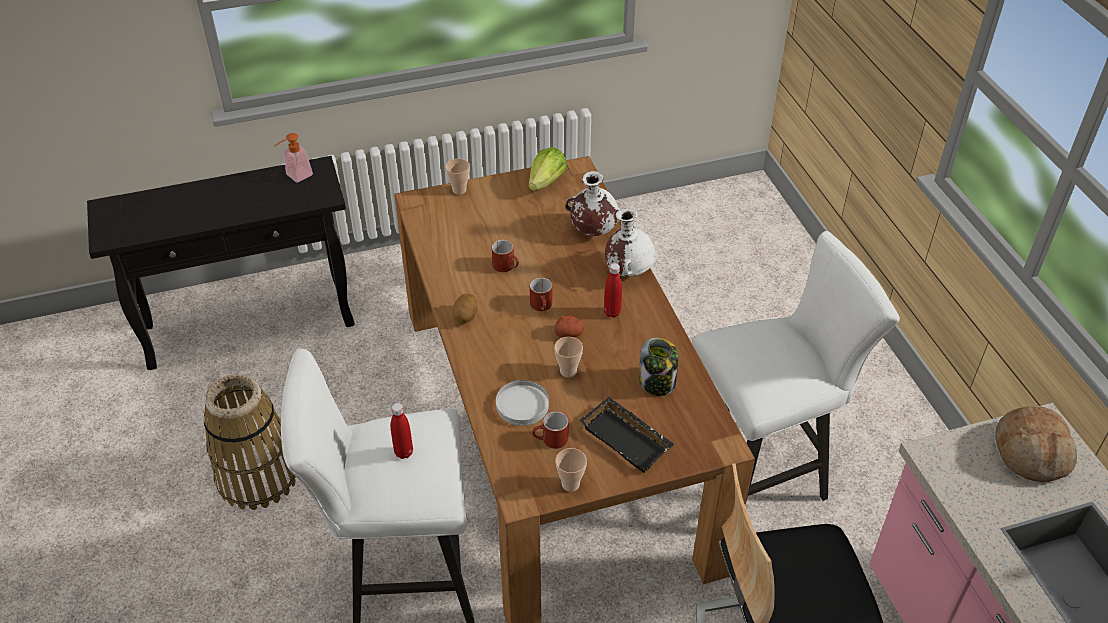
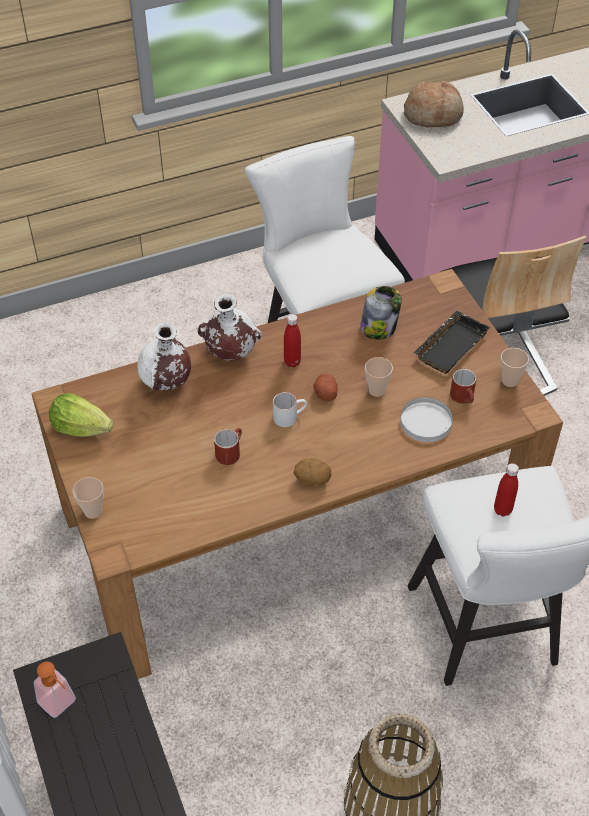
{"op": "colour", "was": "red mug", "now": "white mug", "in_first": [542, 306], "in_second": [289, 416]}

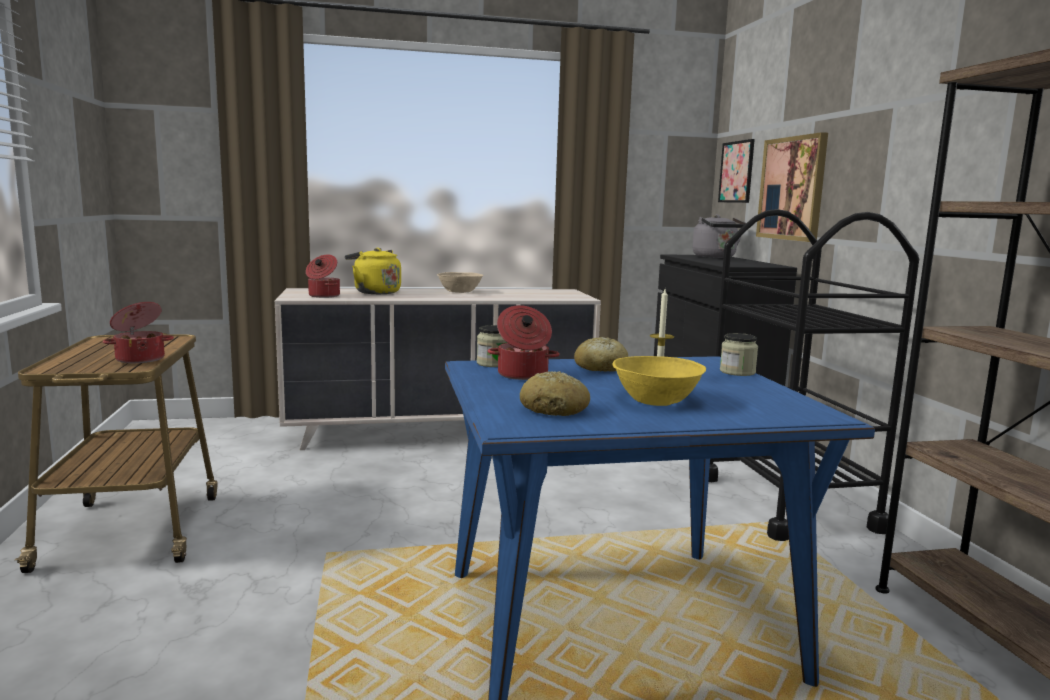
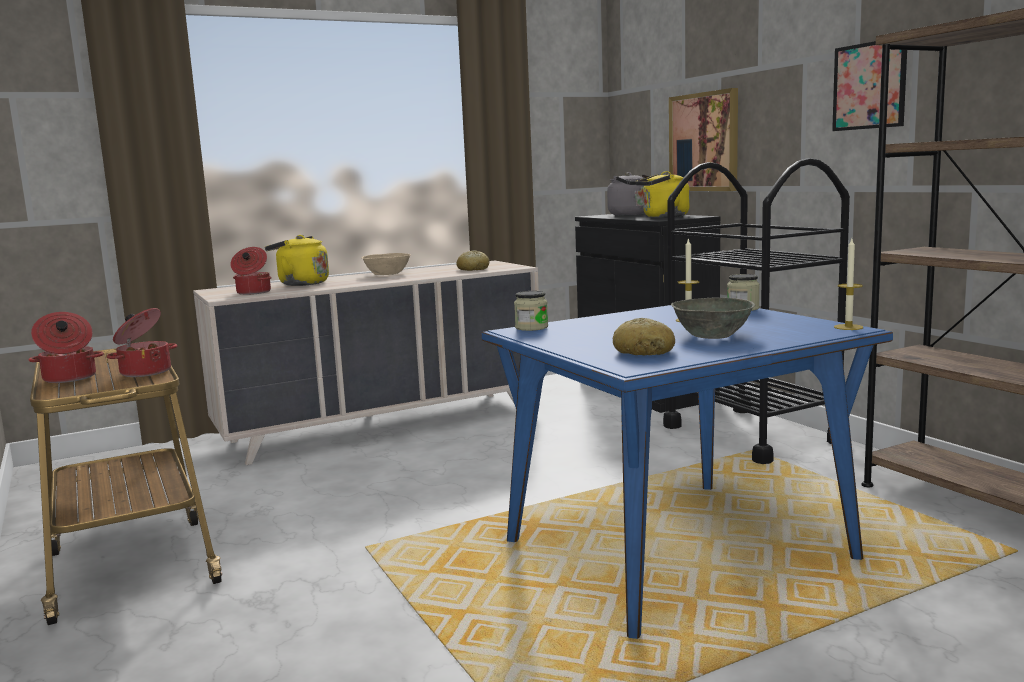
{"op": "relocated", "was": "picture", "in_first": [736, 172], "in_second": [869, 86]}
{"op": "relocated", "was": "cooking pot", "in_first": [522, 375], "in_second": [69, 378]}
{"op": "relocated", "was": "bread", "in_first": [600, 367], "in_second": [473, 269]}
{"op": "colour", "was": "yellow bowl", "now": "grey bowl", "in_first": [654, 400], "in_second": [711, 335]}
{"op": "appeared", "now": "yellow kettle", "in_second": [663, 217]}
{"op": "appeared", "now": "candle", "in_second": [848, 327]}

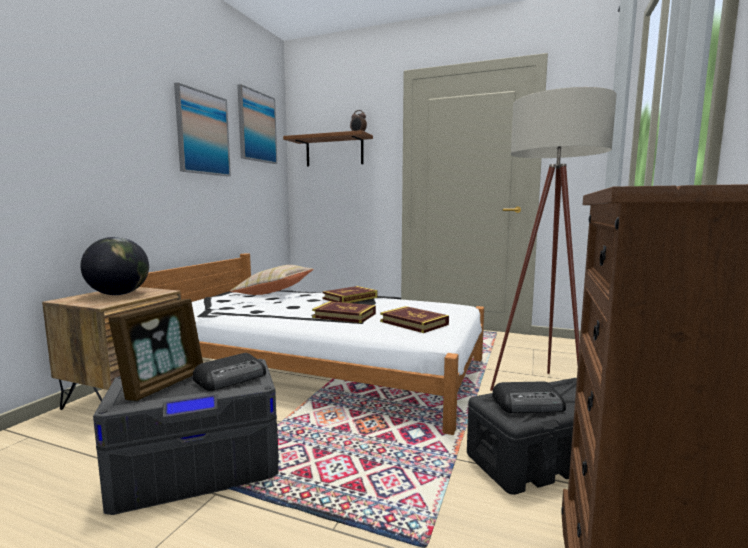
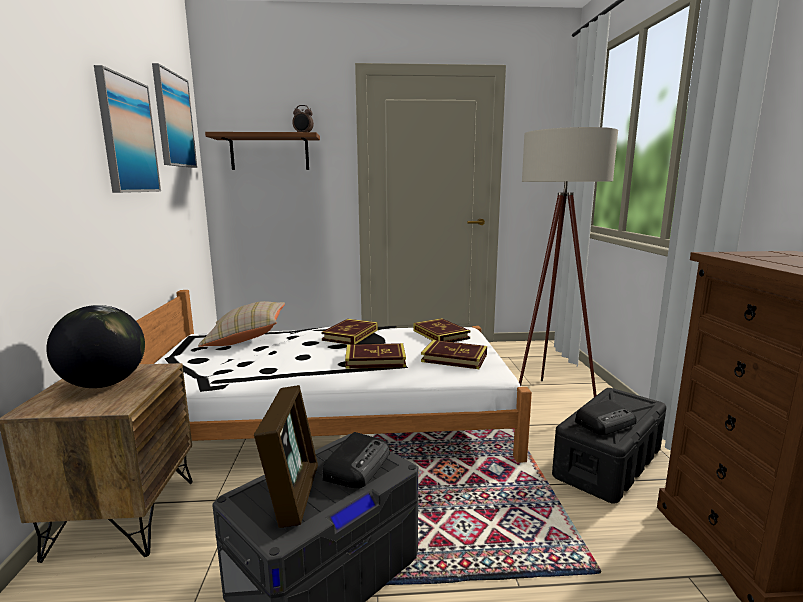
{"op": "appeared", "now": "book", "in_second": [441, 334]}

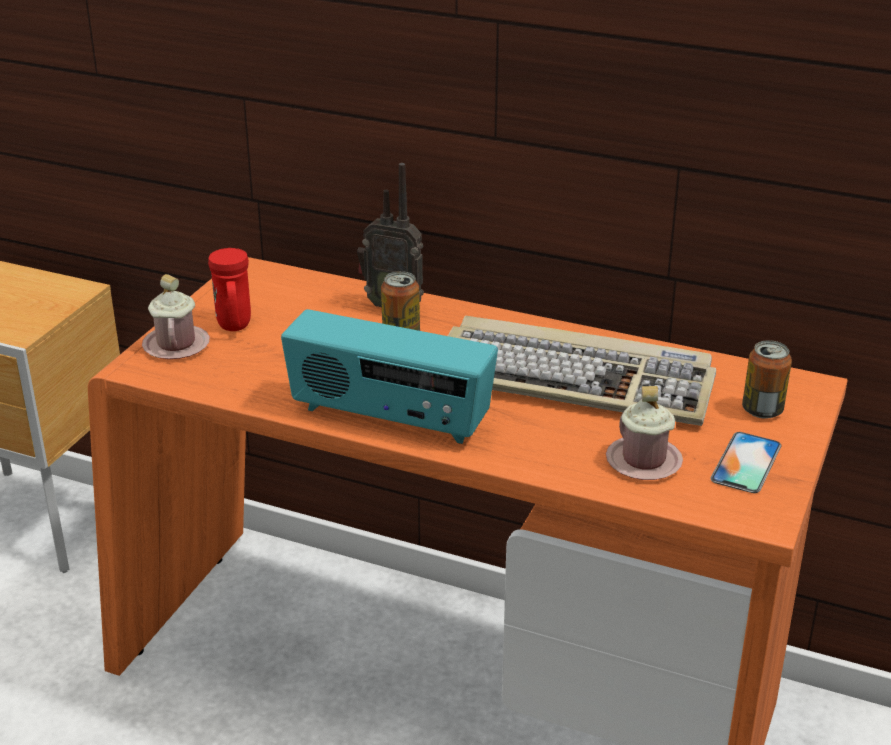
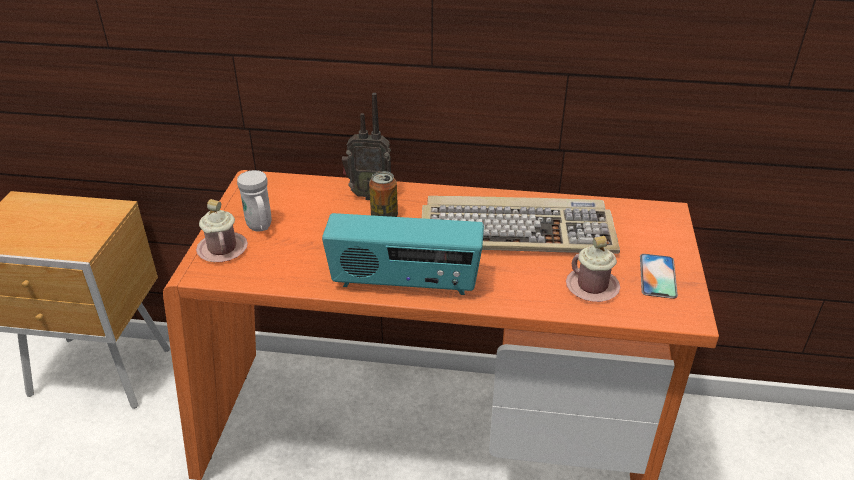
{"op": "colour", "was": "red mug", "now": "white mug", "in_first": [234, 327], "in_second": [260, 228]}
{"op": "missing", "was": "can", "in_first": [762, 410]}

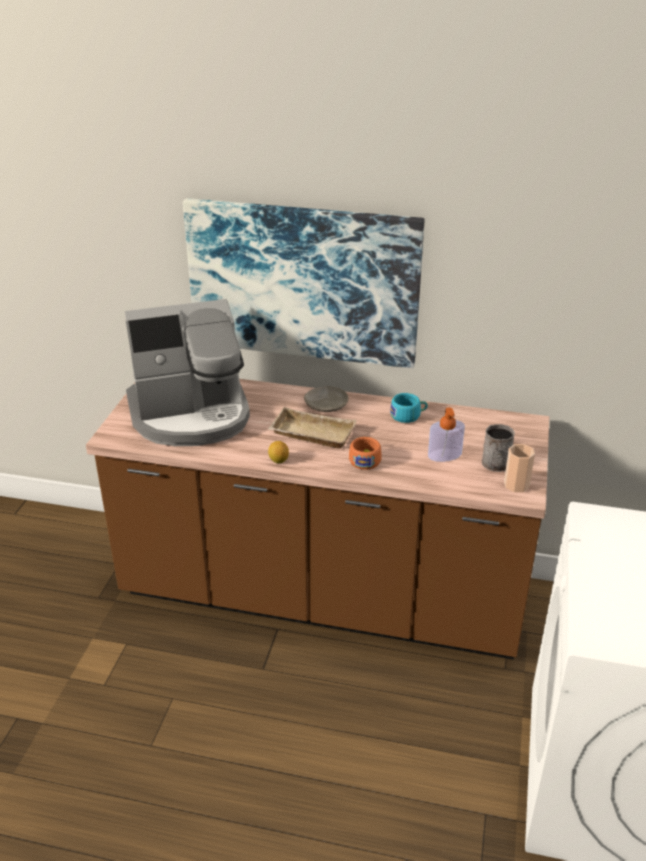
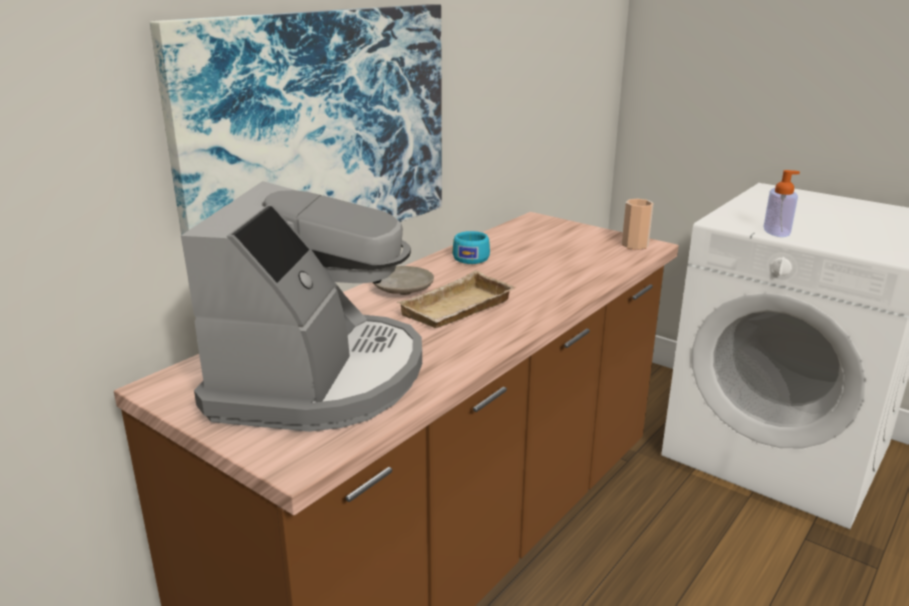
{"op": "relocated", "was": "soap dispenser", "in_first": [444, 455], "in_second": [776, 231]}
{"op": "missing", "was": "grey mug", "in_first": [494, 465]}
{"op": "missing", "was": "orange cup", "in_first": [365, 459]}
{"op": "missing", "was": "lemon", "in_first": [278, 460]}

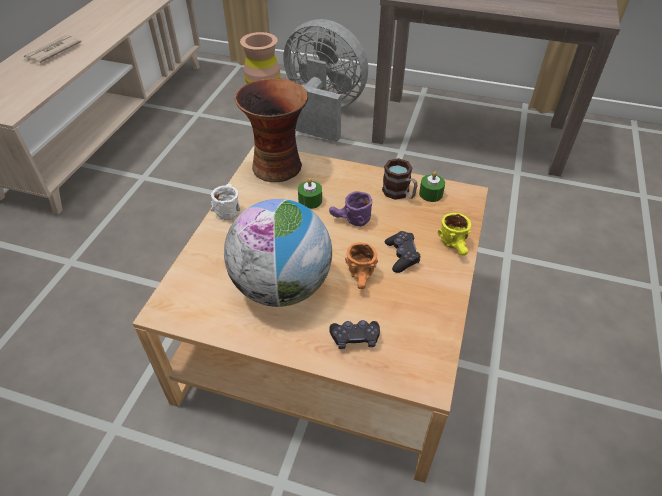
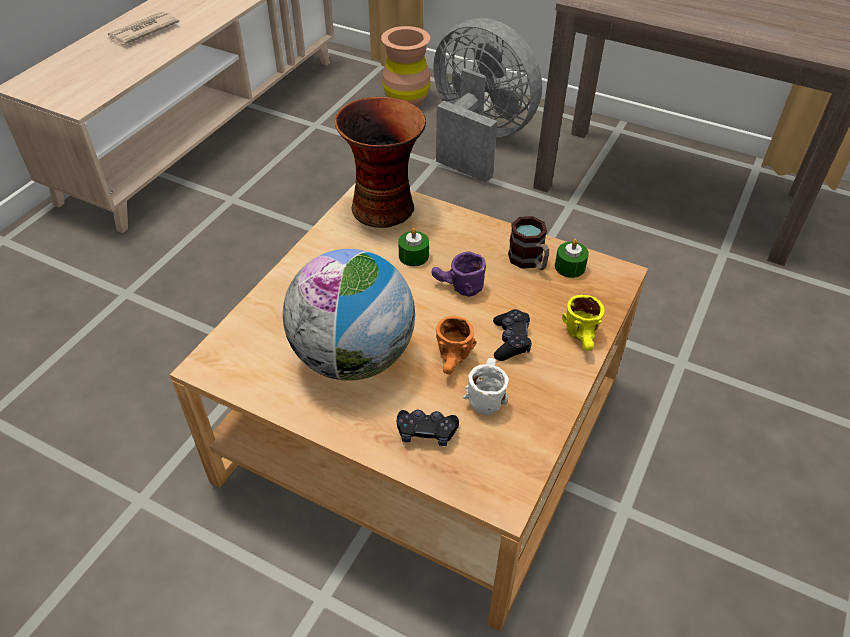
{"op": "relocated", "was": "white mug", "in_first": [227, 208], "in_second": [484, 394]}

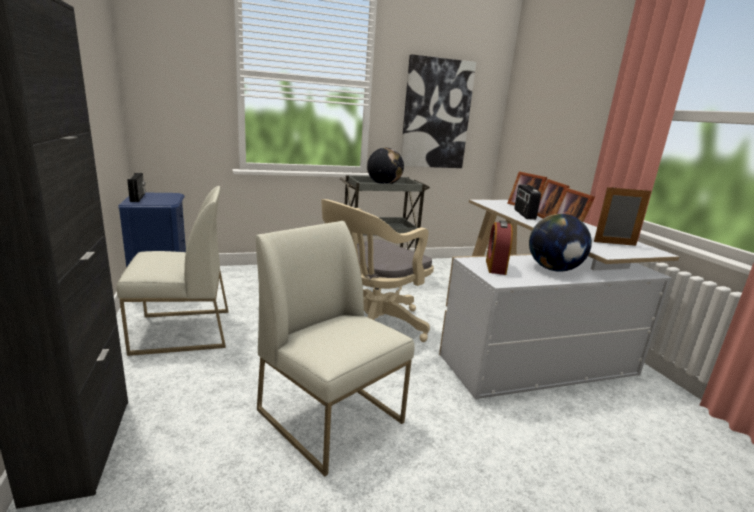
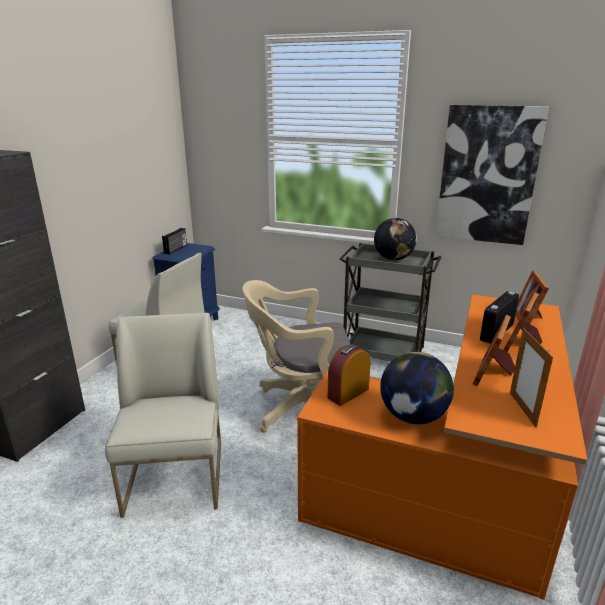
{"op": "spun", "was": "picture frame", "in_first": [614, 243], "in_second": [522, 409], "clockwise": -135}
{"op": "colour", "was": "white desk", "now": "orange desk", "in_first": [525, 336], "in_second": [457, 484]}

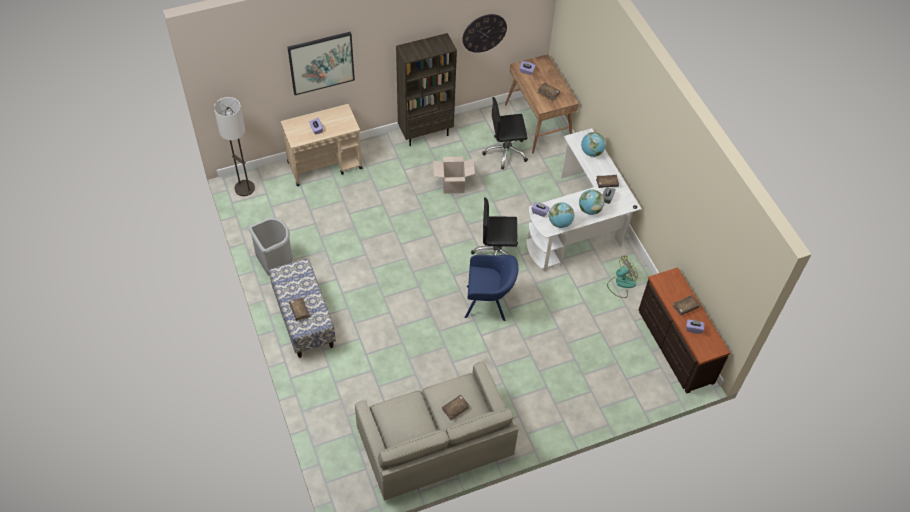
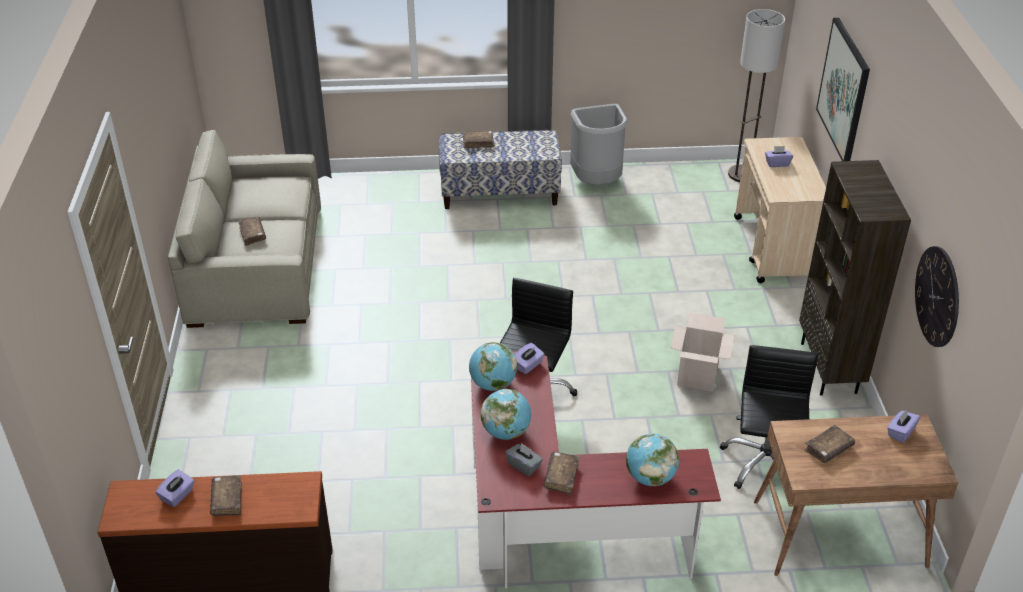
{"op": "colour", "was": "white desk", "now": "red desk", "in_first": [579, 225], "in_second": [553, 522]}
{"op": "missing", "was": "blue armchair", "in_first": [488, 303]}
{"op": "missing", "was": "fan", "in_first": [621, 284]}

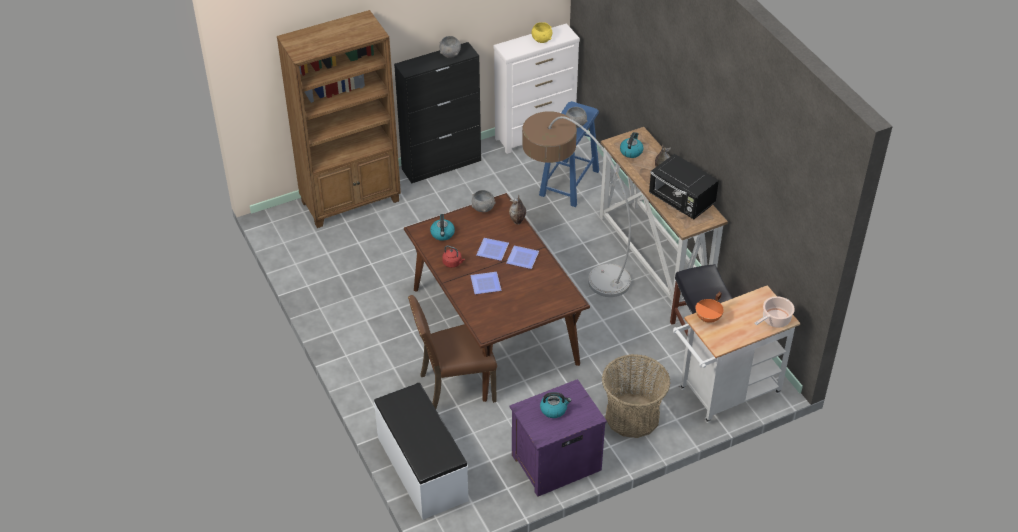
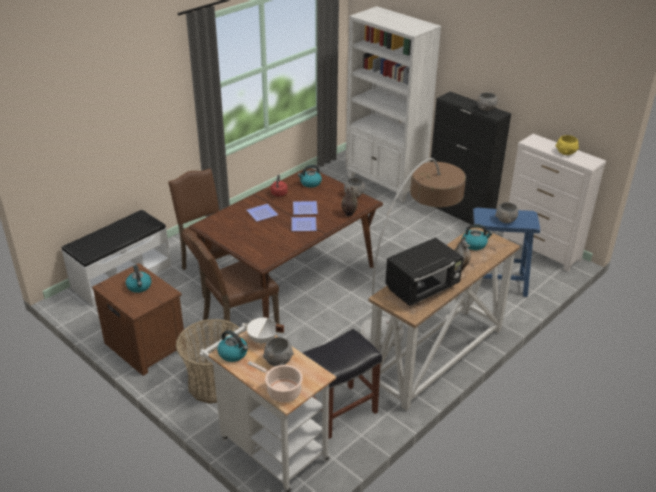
{"op": "colour", "was": "brown bookcase", "now": "white bookcase", "in_first": [351, 201], "in_second": [385, 183]}
{"op": "spun", "was": "black microwave", "in_first": [681, 201], "in_second": [423, 288], "clockwise": -150}
{"op": "colour", "was": "orange cooking pot", "now": "white cooking pot", "in_first": [708, 318], "in_second": [263, 340]}
{"op": "colour", "was": "purple nightstand", "now": "brown nightstand", "in_first": [554, 462], "in_second": [145, 345]}
{"op": "appeared", "now": "brown chair", "in_second": [238, 324]}
{"op": "appeared", "now": "kettle", "in_second": [233, 354]}
{"op": "appeared", "now": "grey bowl", "in_second": [279, 360]}

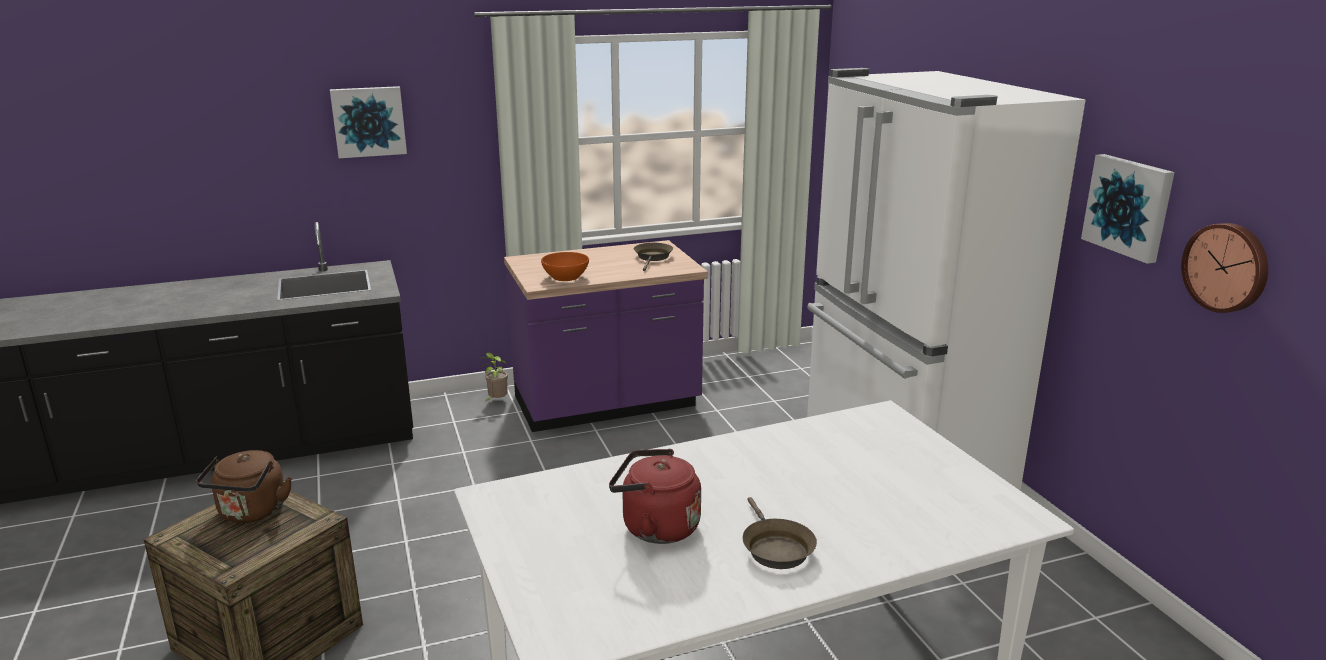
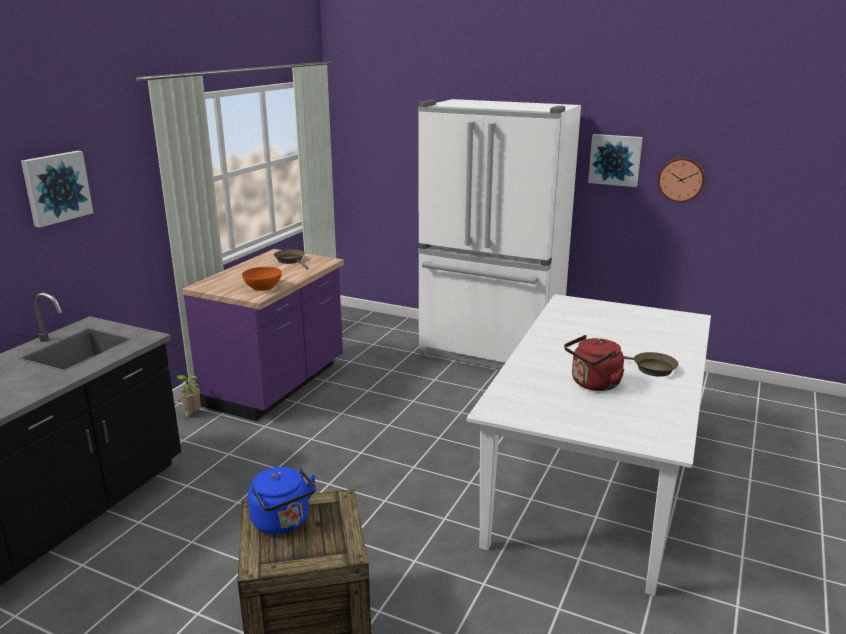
{"op": "colour", "was": "brown kettle", "now": "blue kettle", "in_first": [251, 513], "in_second": [283, 522]}

